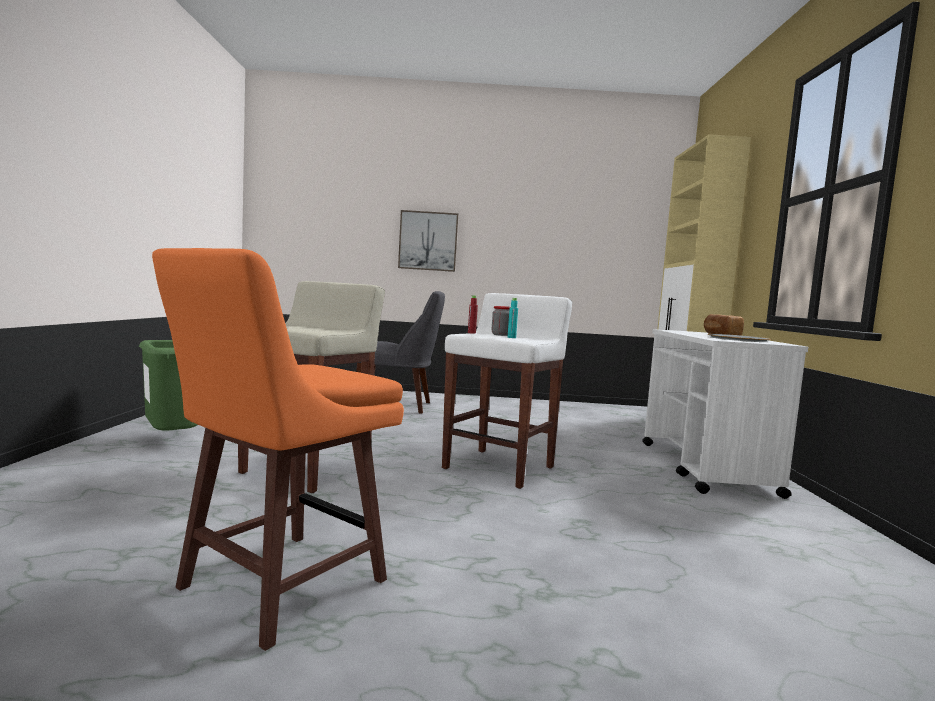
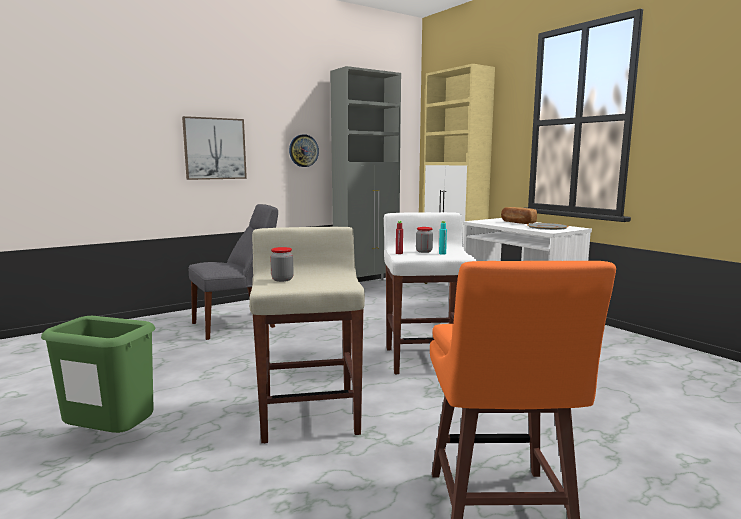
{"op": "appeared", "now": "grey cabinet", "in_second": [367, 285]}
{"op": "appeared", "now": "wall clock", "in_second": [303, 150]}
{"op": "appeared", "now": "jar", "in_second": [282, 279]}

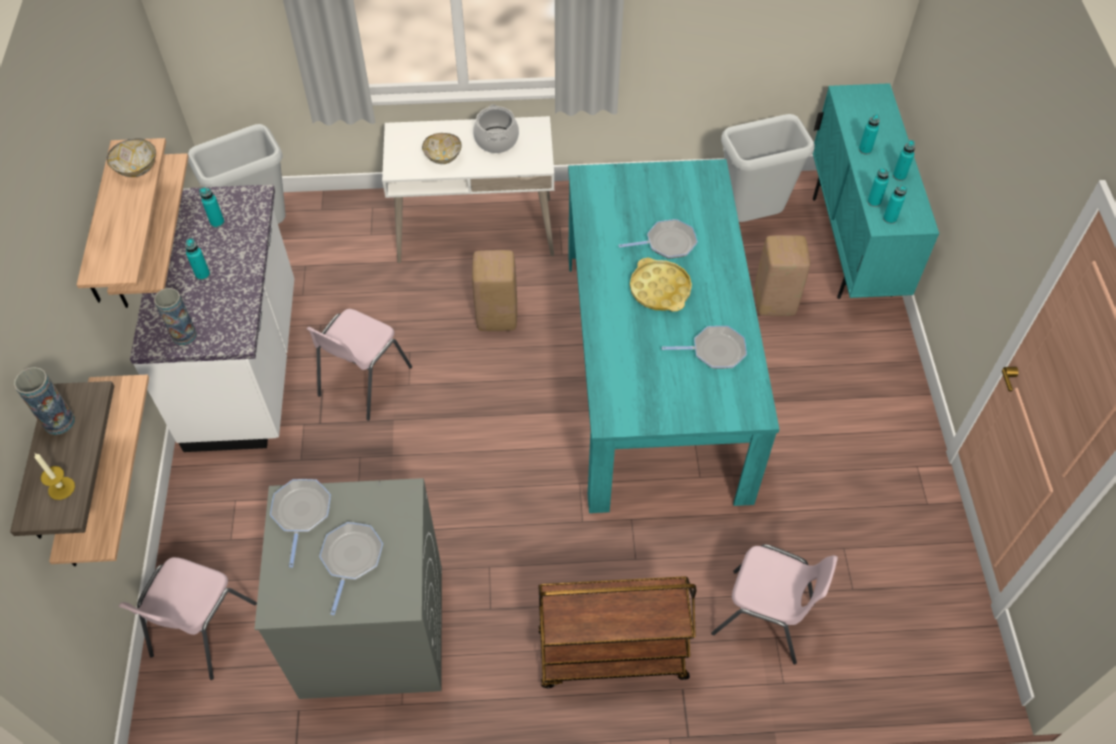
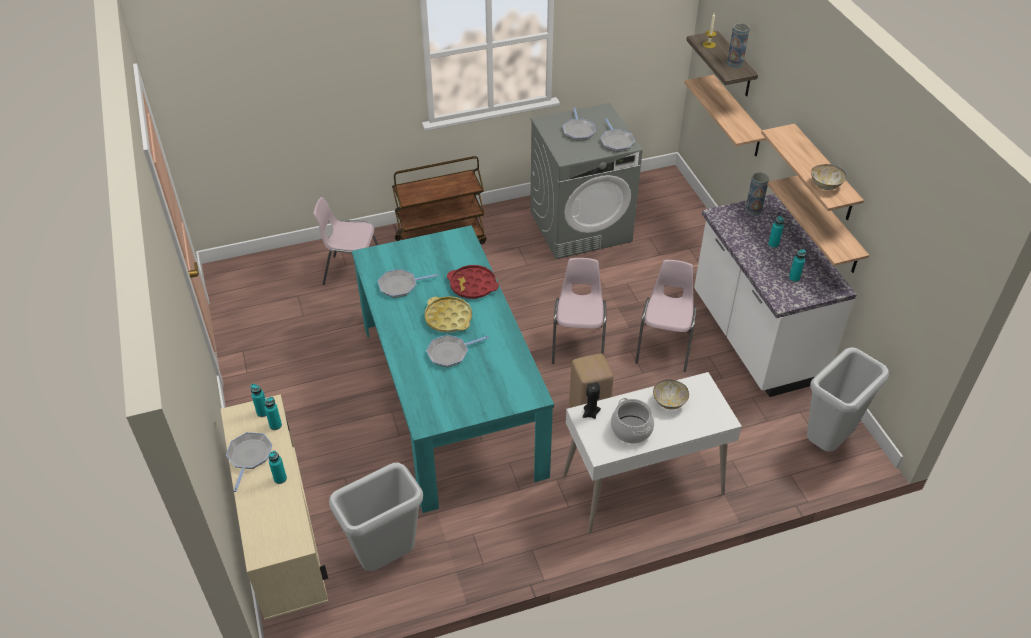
{"op": "colour", "was": "turquoise cabinet", "now": "beige cabinet", "in_first": [851, 246], "in_second": [286, 548]}
{"op": "exchanged", "was": "turquoise bottle", "now": "frying pan", "in_first": [899, 176], "in_second": [249, 456]}
{"op": "missing", "was": "beige stool", "in_first": [775, 303]}
{"op": "relocated", "was": "pink chair", "in_first": [201, 630], "in_second": [578, 344]}
{"op": "appeared", "now": "red tray", "in_second": [473, 285]}
{"op": "appeared", "now": "black candle", "in_second": [590, 413]}

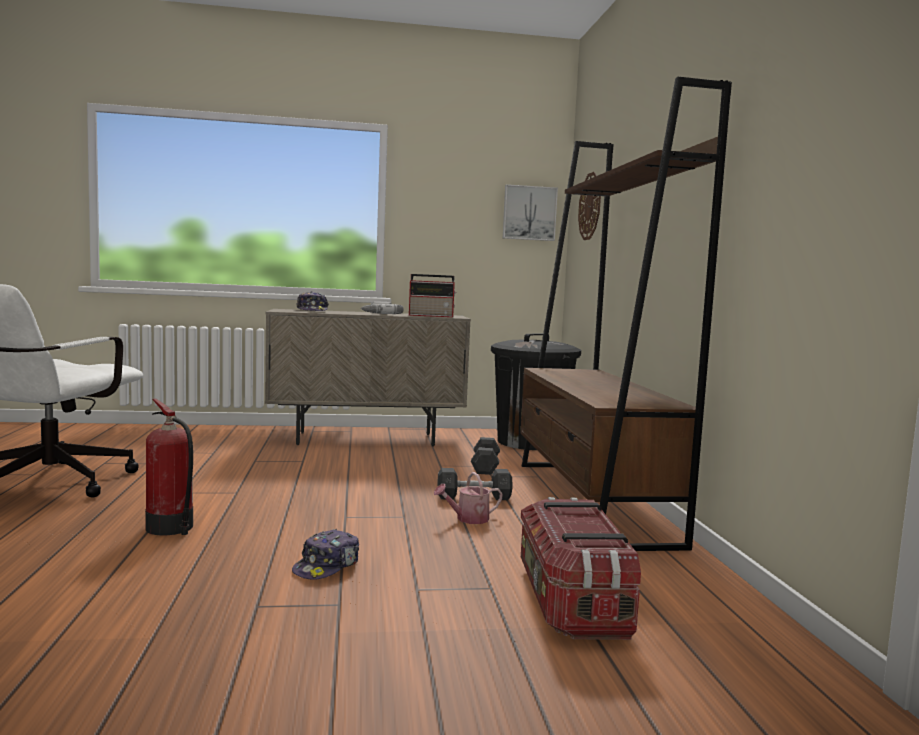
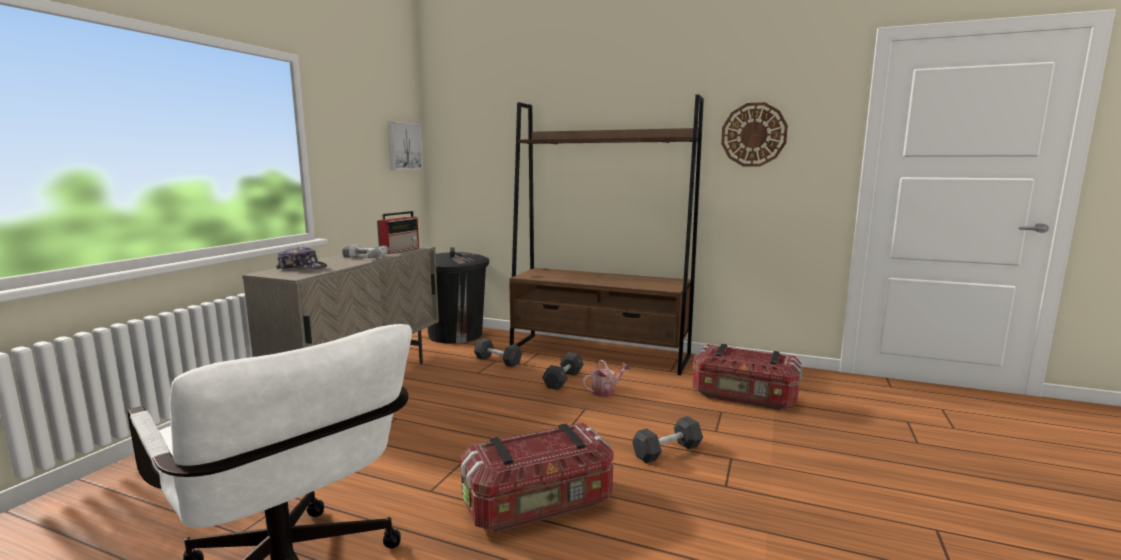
{"op": "relocated", "was": "wall clock", "in_first": [590, 206], "in_second": [753, 135]}
{"op": "exchanged", "was": "fire extinguisher", "now": "storage box", "in_first": [171, 528], "in_second": [539, 505]}
{"op": "spun", "was": "watering can", "in_first": [468, 519], "in_second": [606, 391], "clockwise": -120}
{"op": "exchanged", "was": "cap", "now": "grey dumbbell", "in_first": [327, 566], "in_second": [667, 451]}

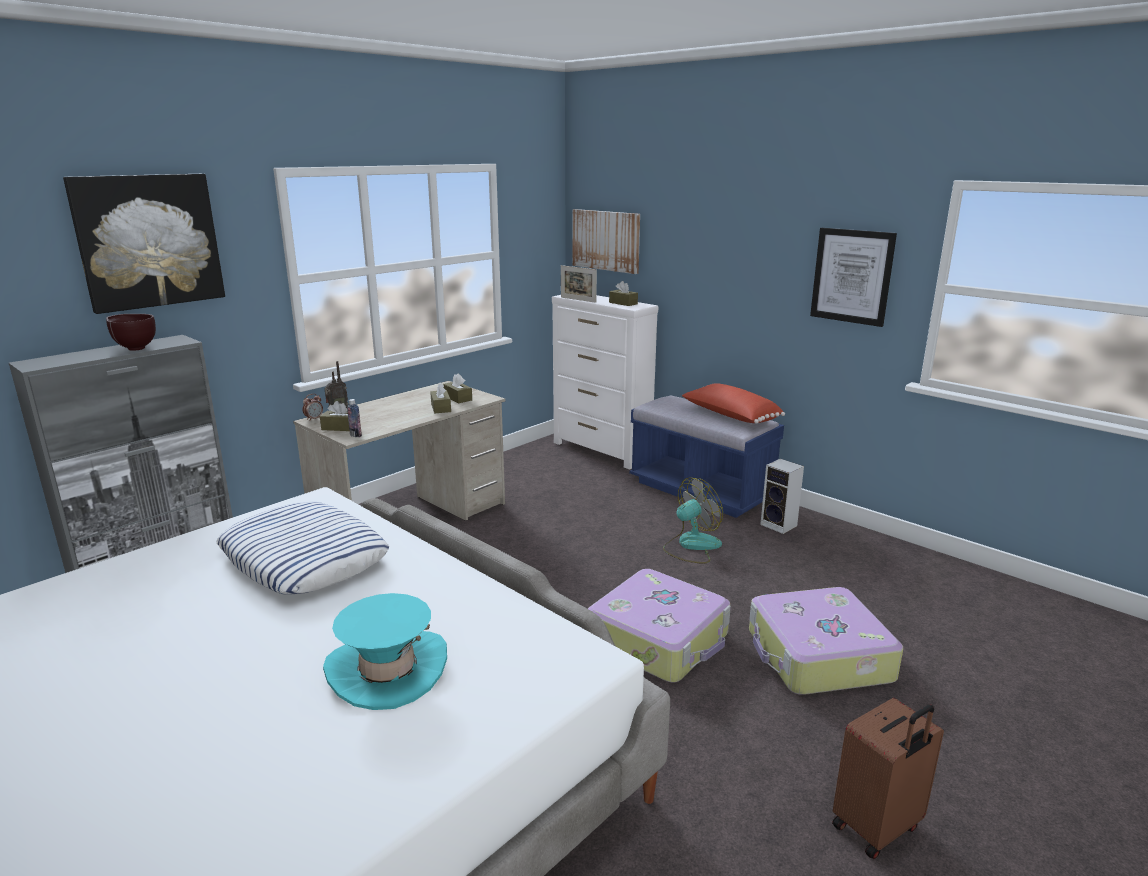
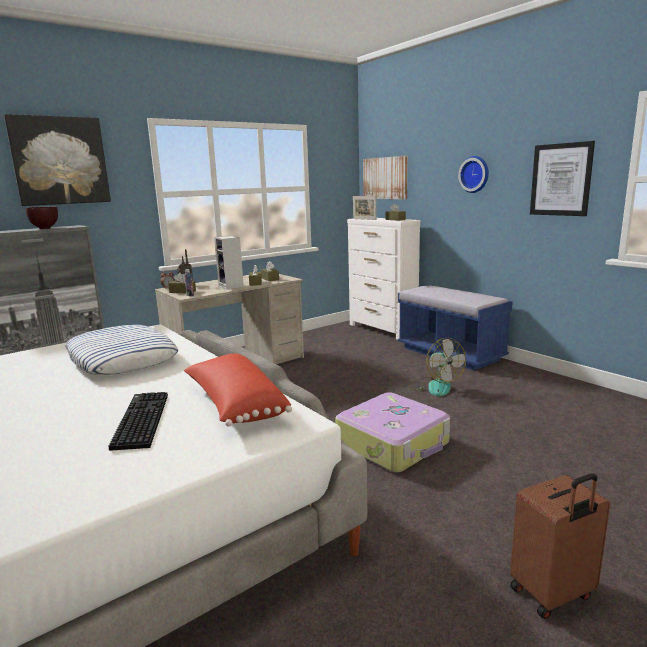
{"op": "relocated", "was": "red pillow", "in_first": [730, 416], "in_second": [234, 405]}
{"op": "relocated", "was": "speaker", "in_first": [780, 525], "in_second": [232, 286]}
{"op": "spun", "was": "fan", "in_first": [691, 546], "in_second": [434, 386], "clockwise": 90}
{"op": "missing", "was": "suitcase", "in_first": [817, 656]}
{"op": "exchanged", "was": "turquoise hat", "now": "keyboard", "in_first": [387, 669], "in_second": [140, 420]}
{"op": "appeared", "now": "wall clock", "in_second": [475, 174]}

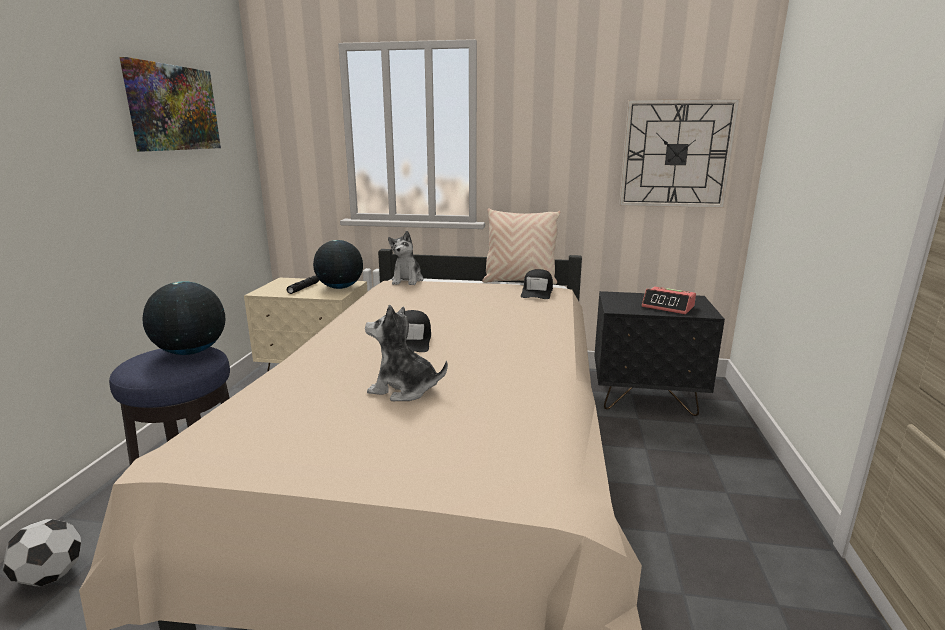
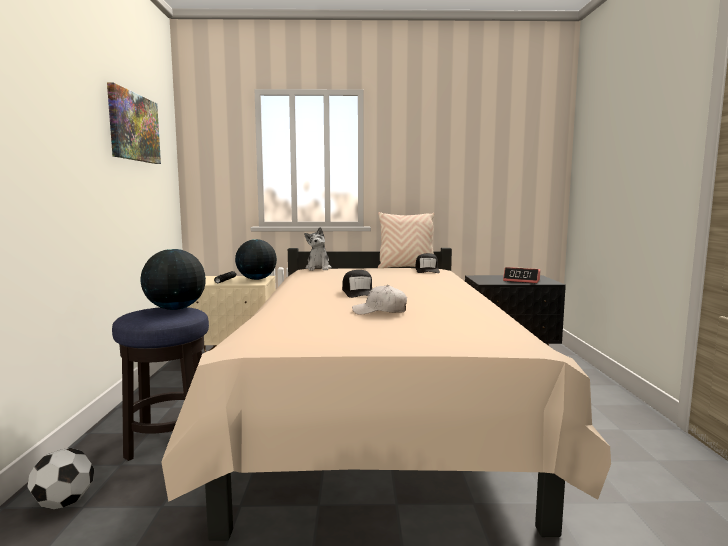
{"op": "missing", "was": "wall clock", "in_first": [676, 154]}
{"op": "exchanged", "was": "plush toy", "now": "white cap", "in_first": [403, 389], "in_second": [380, 311]}

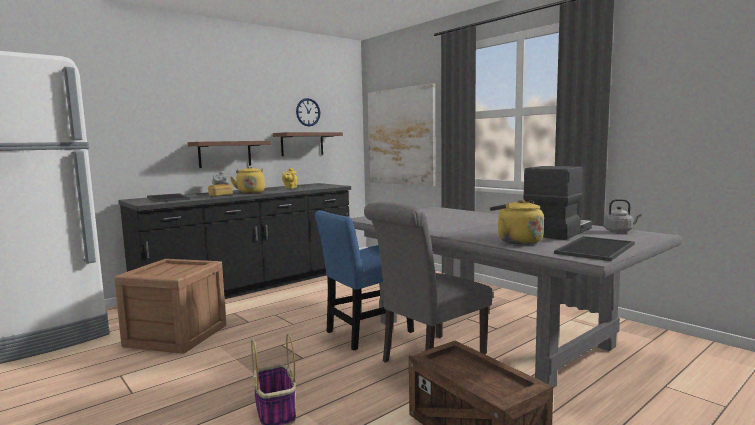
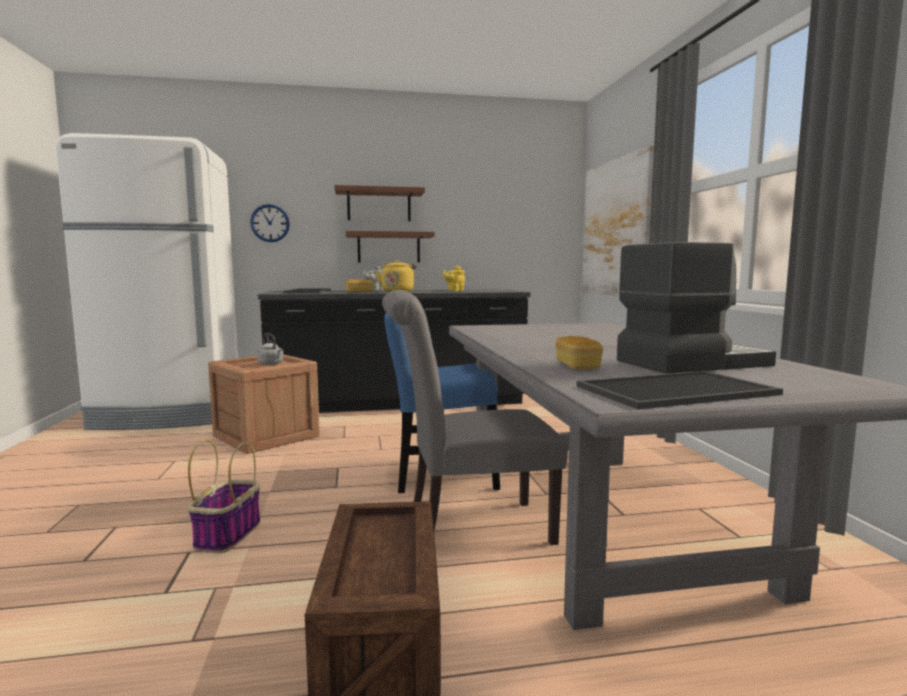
{"op": "relocated", "was": "wall clock", "in_first": [308, 112], "in_second": [270, 223]}
{"op": "relocated", "was": "brown shelf", "in_first": [302, 144], "in_second": [379, 205]}
{"op": "exchanged", "was": "yellow kettle", "now": "bread", "in_first": [517, 241], "in_second": [577, 366]}
{"op": "relocated", "was": "grey kettle", "in_first": [619, 231], "in_second": [271, 364]}

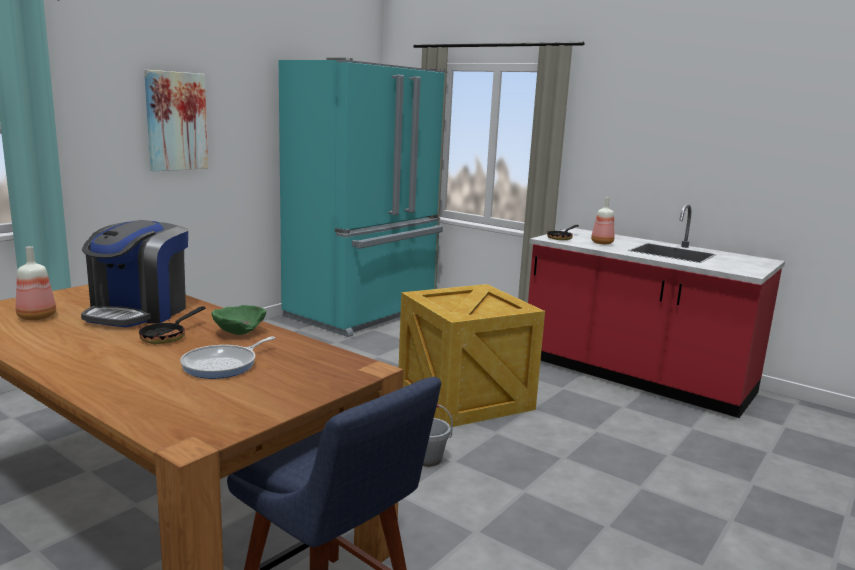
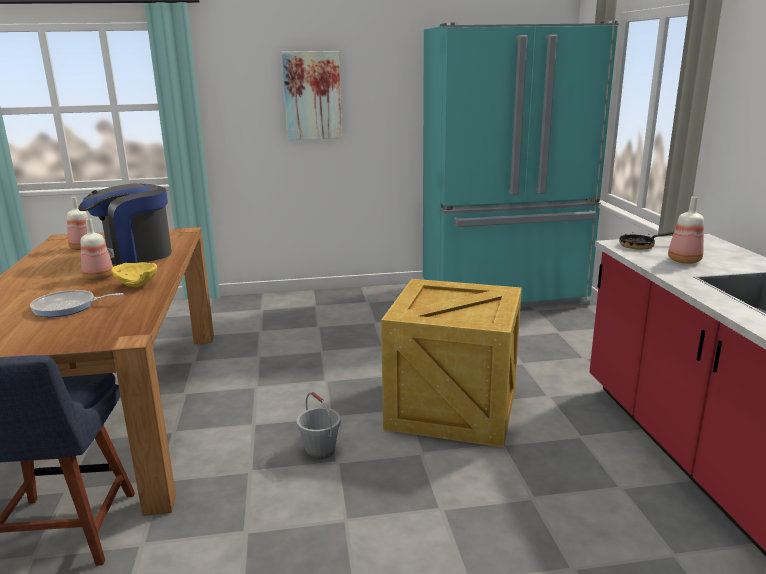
{"op": "colour", "was": "green bowl", "now": "yellow bowl", "in_first": [238, 333], "in_second": [138, 285]}
{"op": "exchanged", "was": "frying pan", "now": "bottle", "in_first": [168, 336], "in_second": [99, 278]}

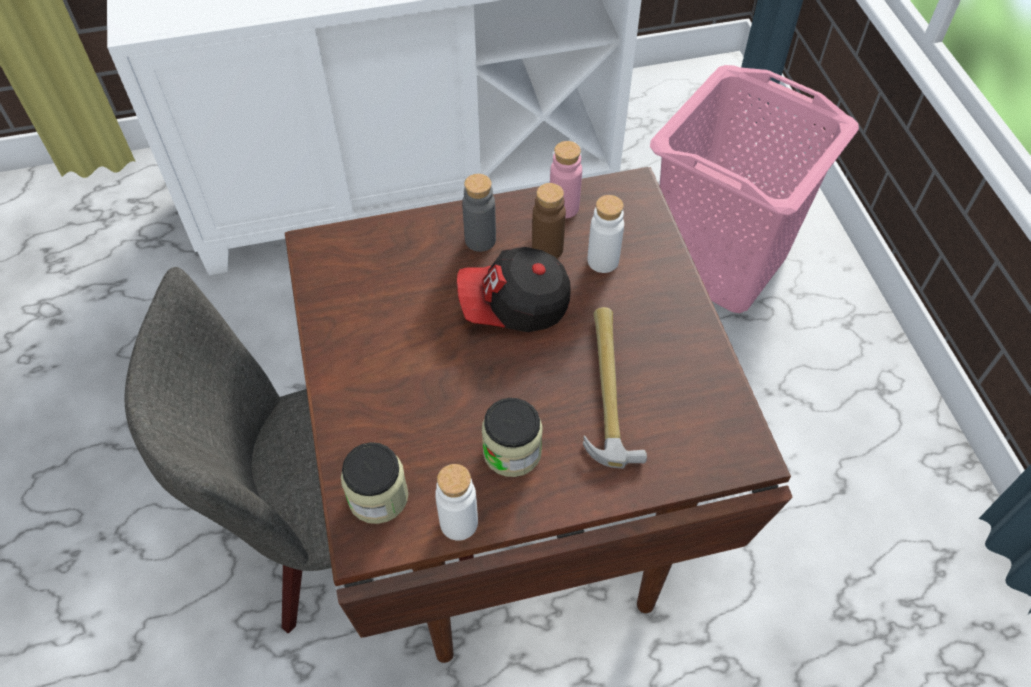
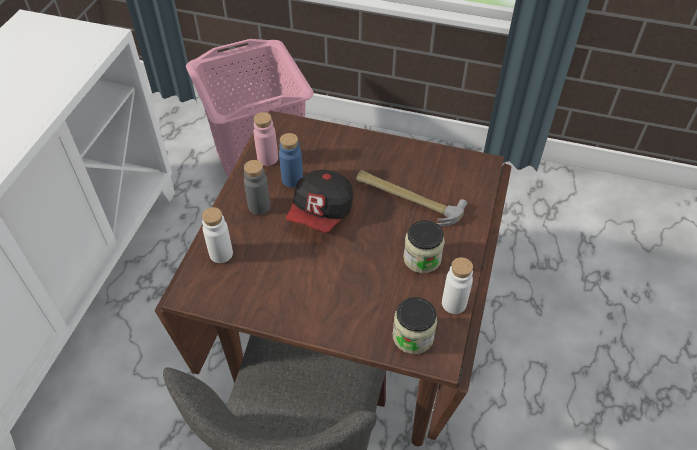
{"op": "colour", "was": "brown bottle", "now": "blue bottle", "in_first": [547, 249], "in_second": [292, 179]}
{"op": "relocated", "was": "white bottle", "in_first": [603, 261], "in_second": [221, 254]}

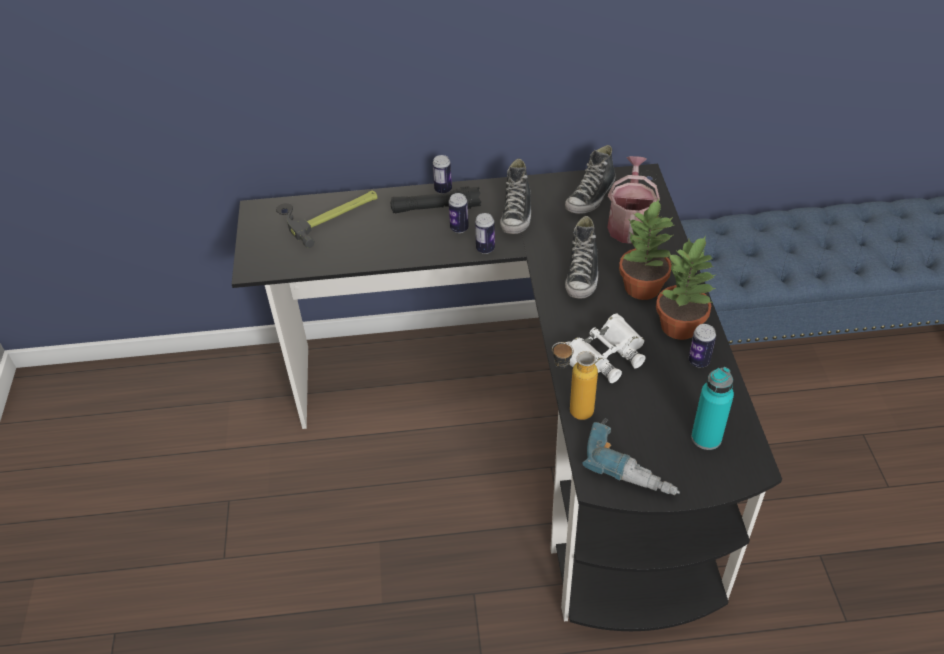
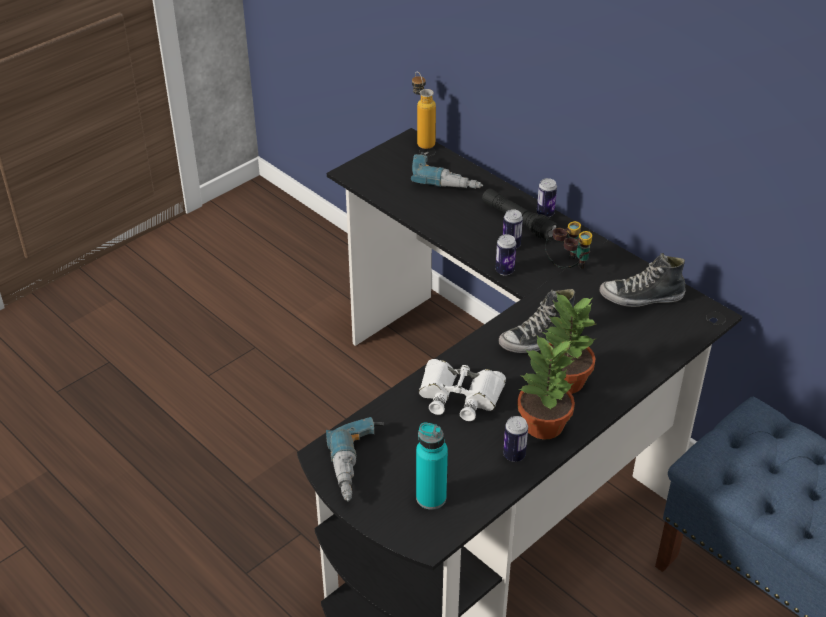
{"op": "missing", "was": "watering can", "in_first": [630, 224]}
{"op": "exchanged", "was": "shoe", "now": "binoculars", "in_first": [517, 214], "in_second": [566, 266]}
{"op": "exchanged", "was": "hammer", "now": "power drill", "in_first": [335, 216], "in_second": [447, 178]}
{"op": "relocated", "was": "bottle", "in_first": [571, 410], "in_second": [422, 141]}

